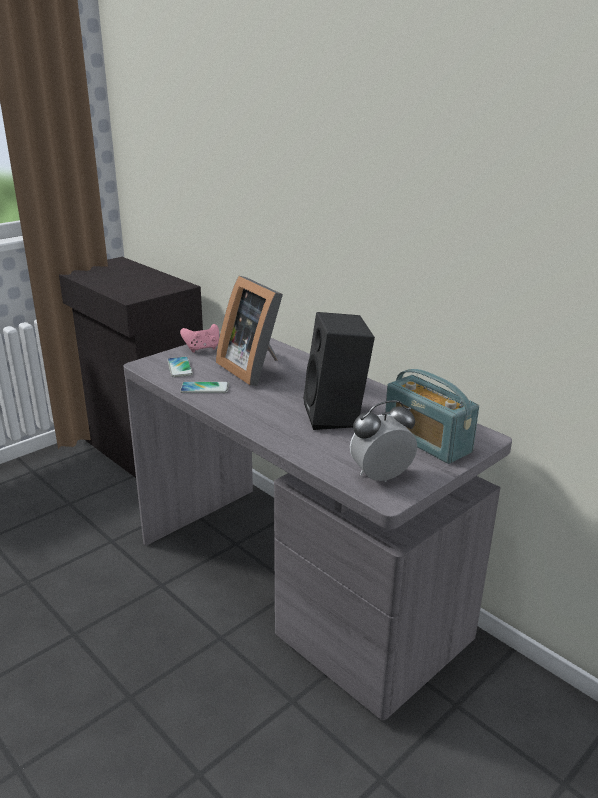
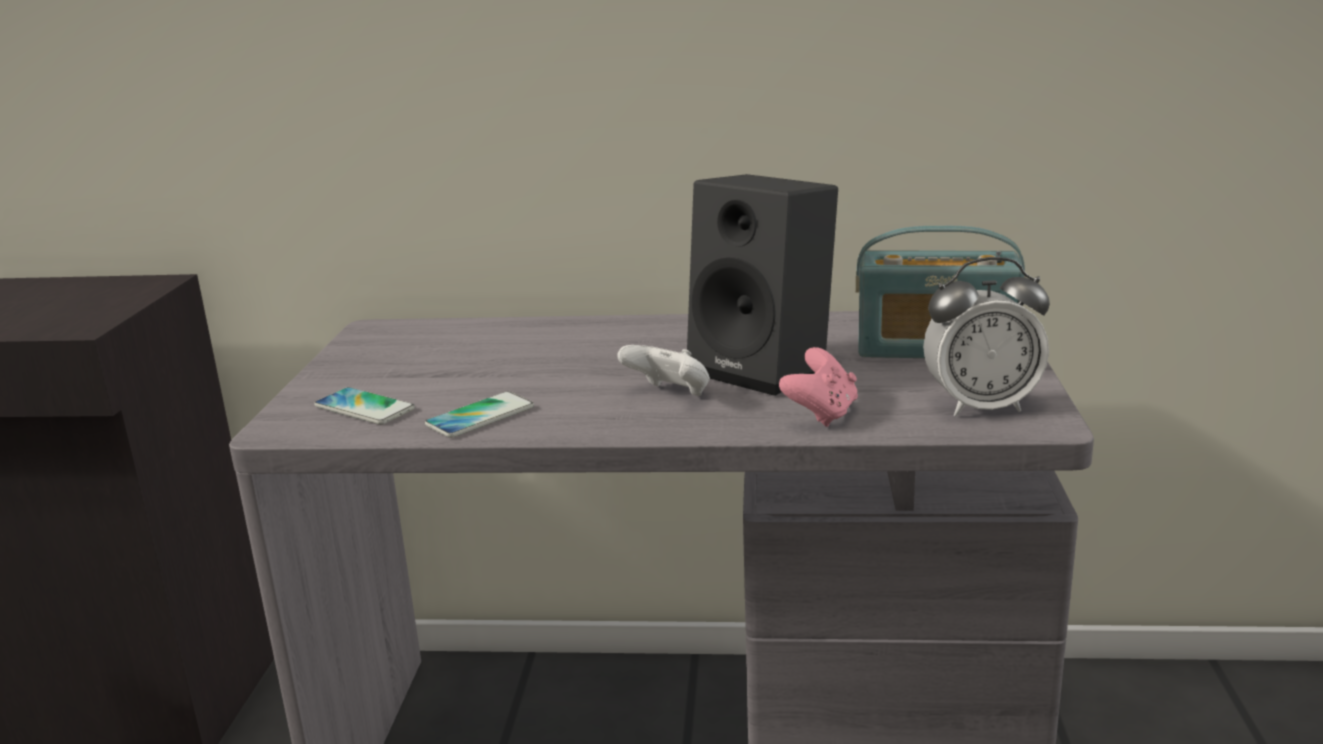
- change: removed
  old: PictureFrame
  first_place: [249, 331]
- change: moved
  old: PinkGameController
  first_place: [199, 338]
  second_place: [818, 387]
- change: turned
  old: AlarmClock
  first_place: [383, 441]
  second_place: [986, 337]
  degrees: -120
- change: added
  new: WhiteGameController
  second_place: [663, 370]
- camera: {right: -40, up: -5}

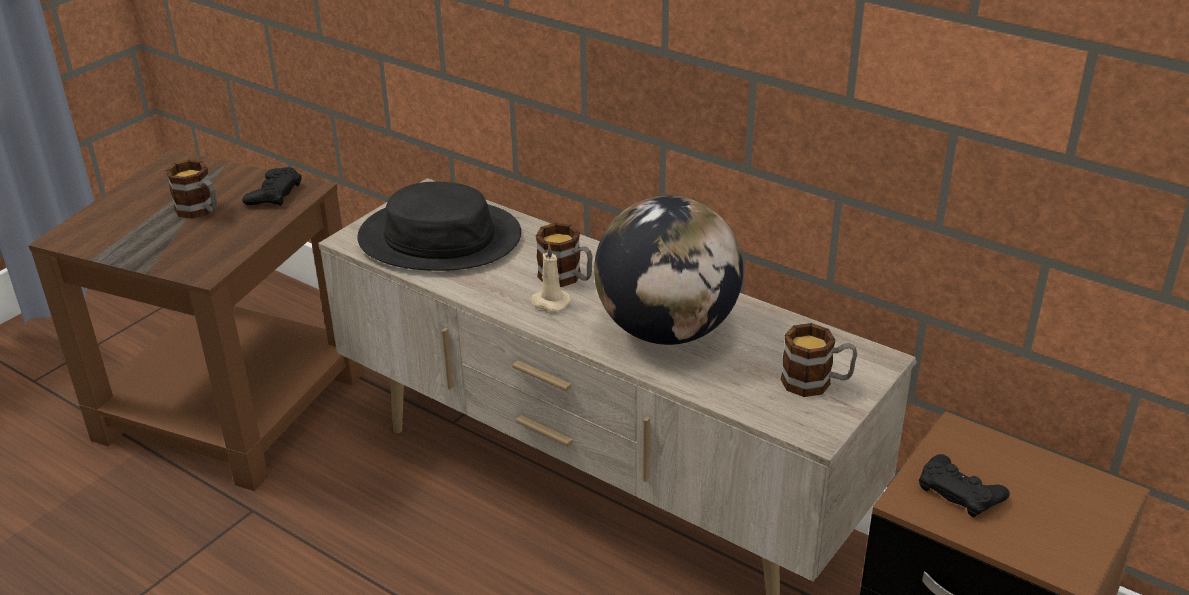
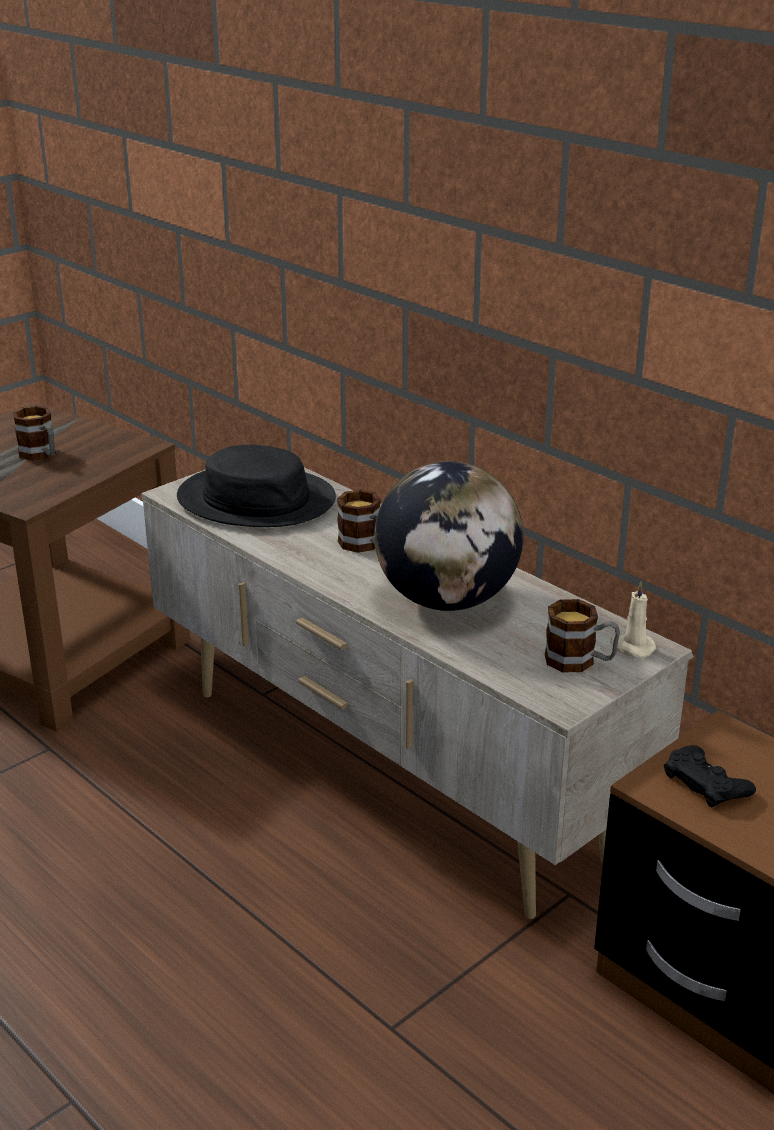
- change: removed
  old: BlackGameController
  first_place: [272, 186]
- change: moved
  old: BeigeCandle
  first_place: [550, 278]
  second_place: [633, 619]
- camera: {right: 10, up: -5}

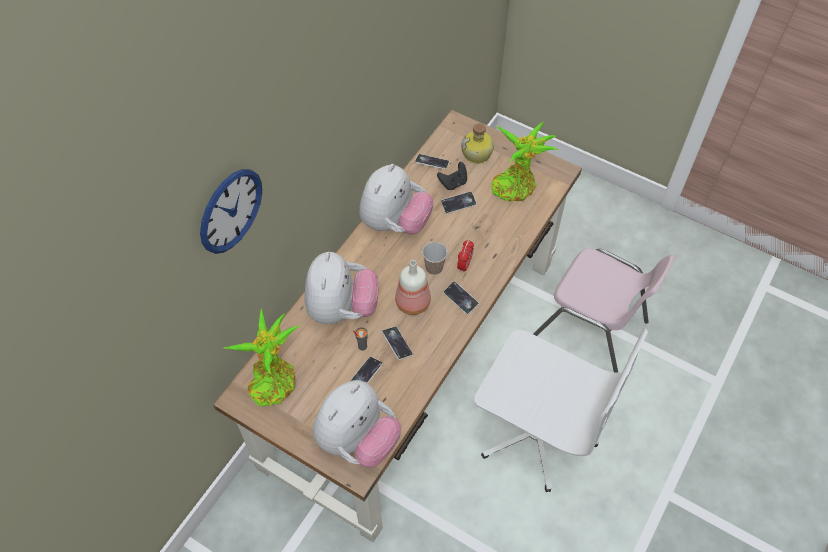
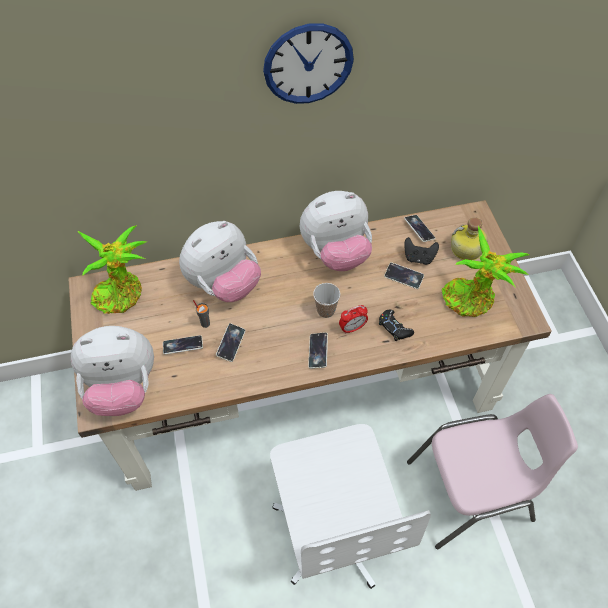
- change: moved
  old: WallClock
  first_place: [231, 211]
  second_place: [308, 63]
- change: turned
  old: PinkChair
  first_place: [604, 310]
  second_place: [492, 471]
  degrees: -90
- change: removed
  old: Bottle
  first_place: [413, 287]
- change: added
  new: BlackGameController
  second_place: [396, 325]
- camera: {right: 45, up: 0}

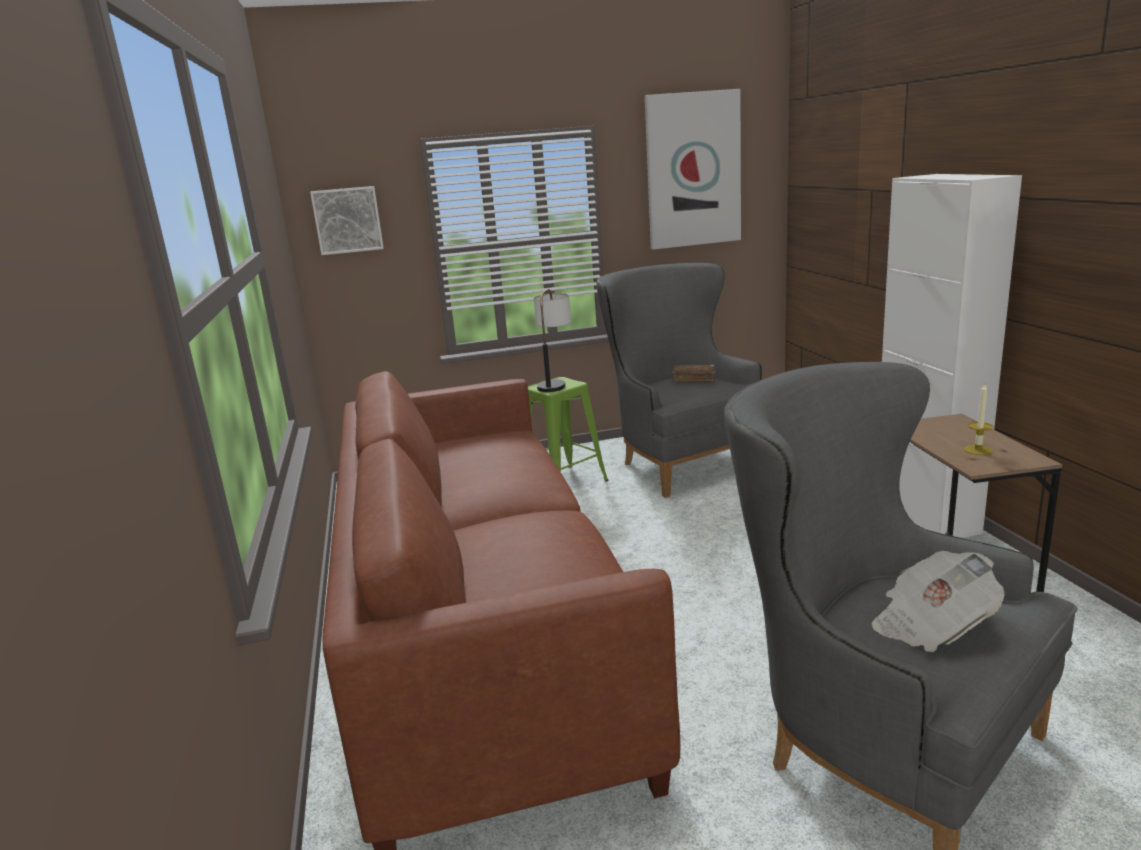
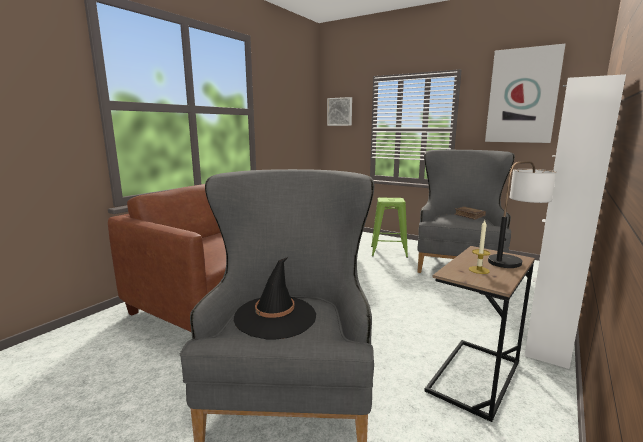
- change: moved
  old: TableLamp
  first_place: [552, 340]
  second_place: [522, 214]
- change: replaced
  old: Newspaper
  new: BlackHat
  first_place: [938, 601]
  second_place: [275, 298]
- camera: {right: 45, up: -5}

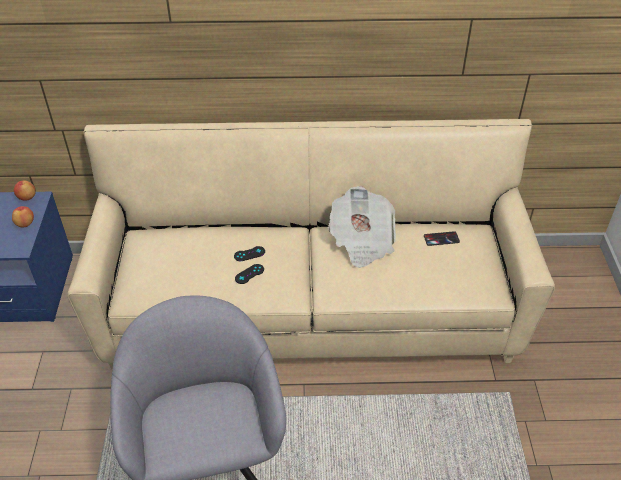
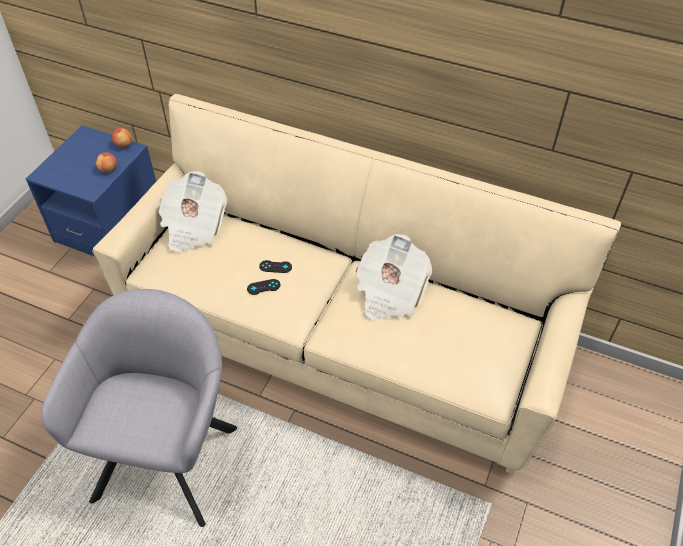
- change: removed
  old: Phone
  first_place: [442, 238]
- change: added
  new: Newspaper
  second_place: [192, 211]
- camera: {right: 25, up: 5}

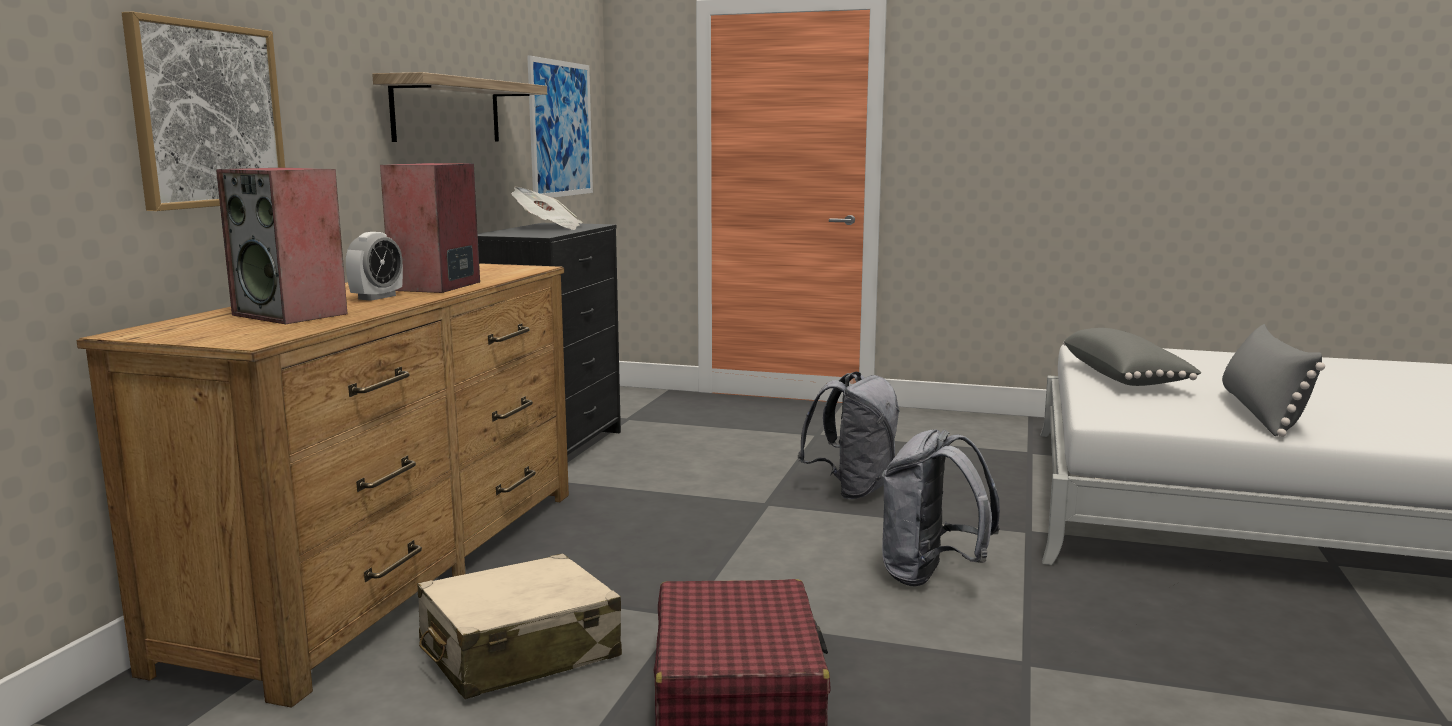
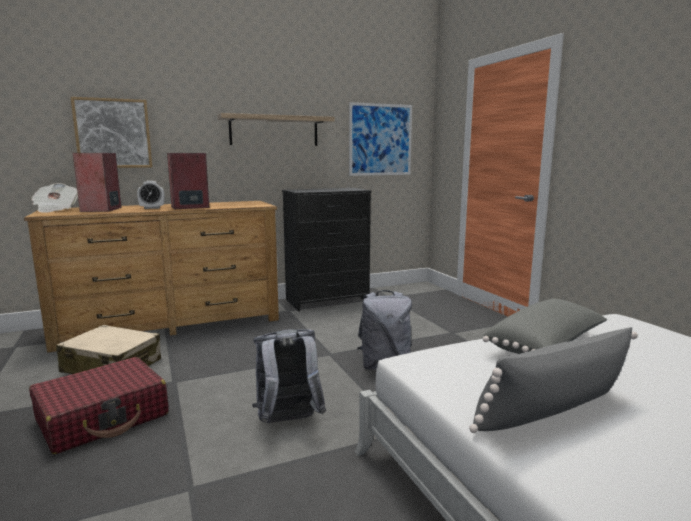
- change: moved
  old: Newspaper
  first_place: [546, 208]
  second_place: [54, 198]
- camera: {right: 50, up: 0}

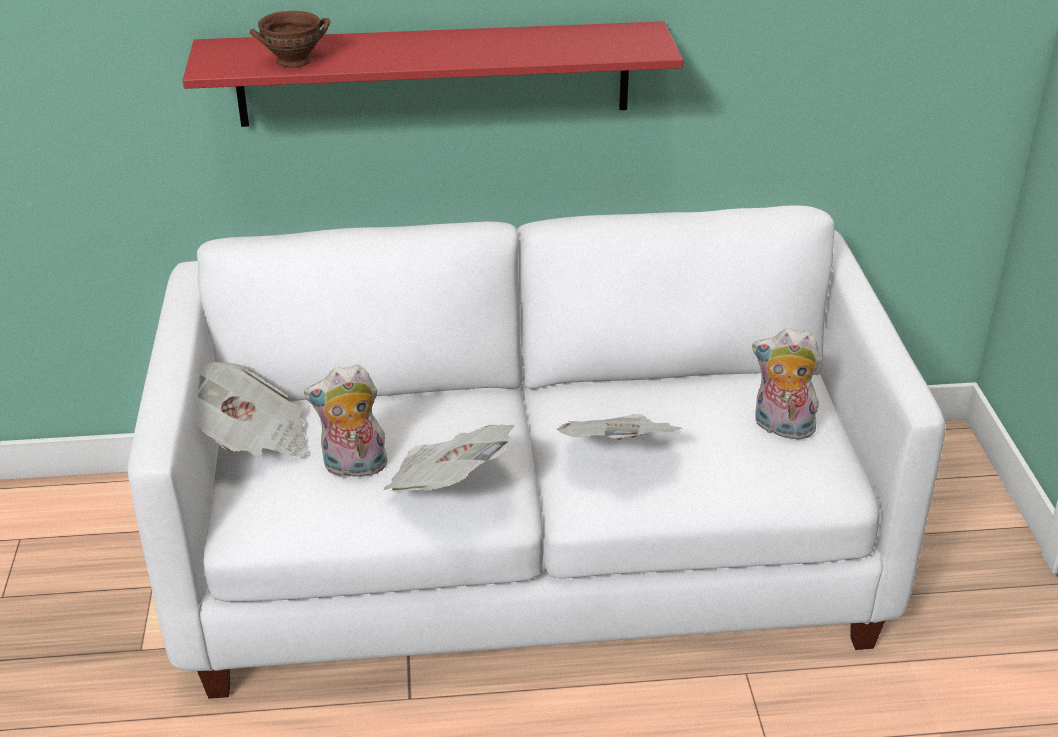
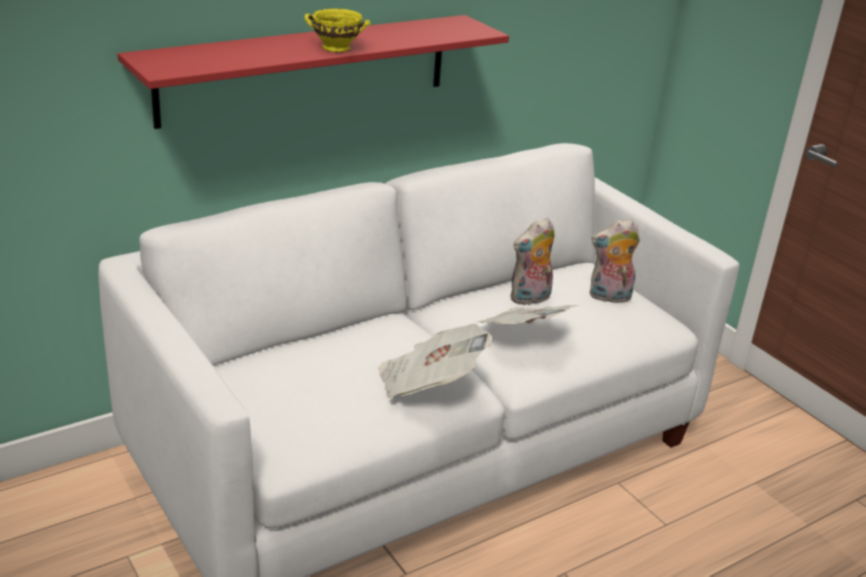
- change: removed
  old: BrownBowl
  first_place: [289, 39]
- change: removed
  old: Newspaper
  first_place: [252, 409]
- change: moved
  old: PlushToy
  first_place: [346, 420]
  second_place: [532, 261]
- change: added
  new: YellowBowl
  second_place: [337, 30]
- camera: {right: -30, up: -5}

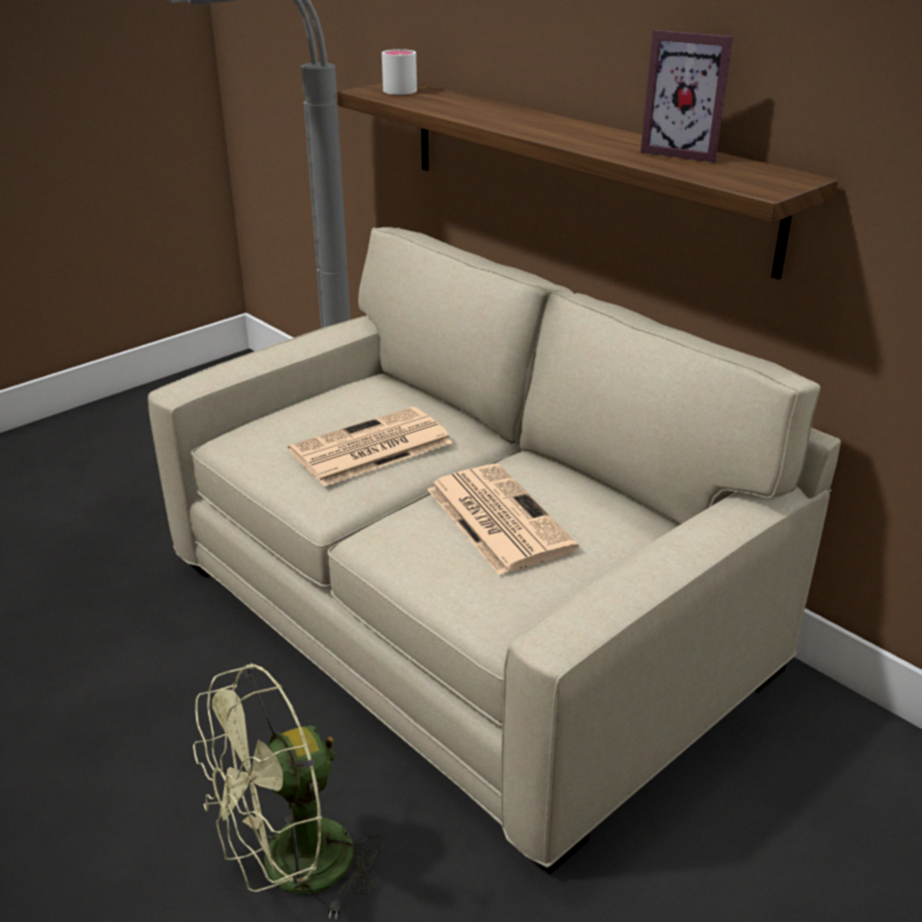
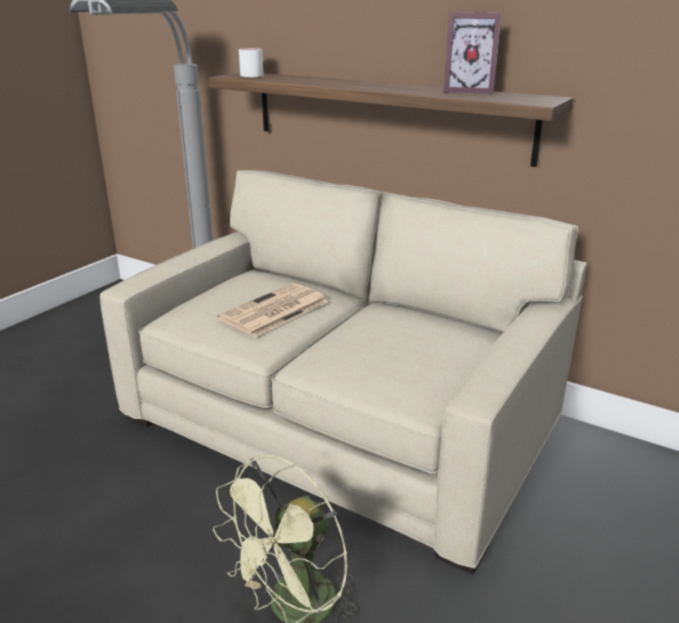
- change: removed
  old: Newspaper
  first_place: [503, 519]
- camera: {right: -15, up: -5}

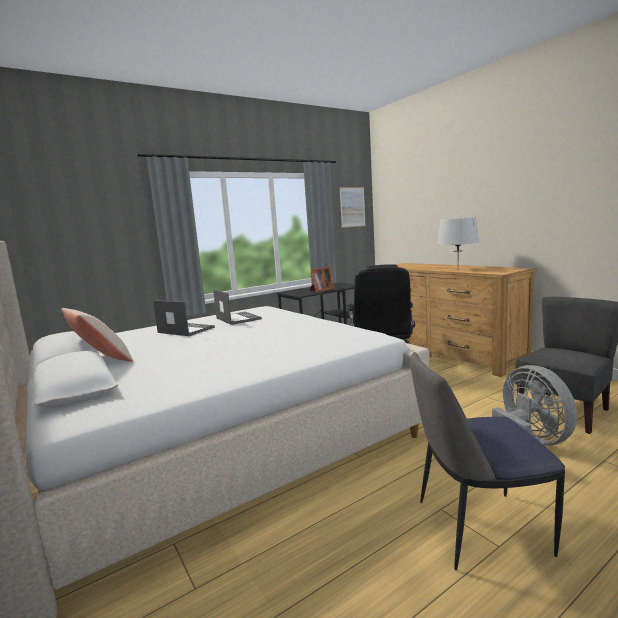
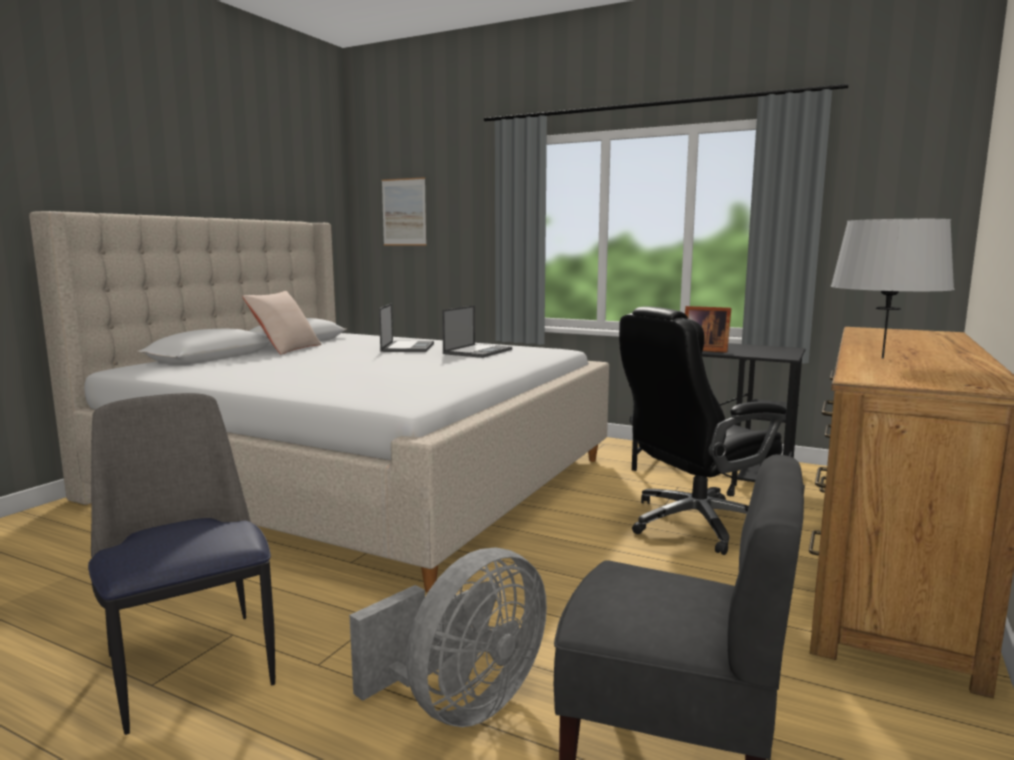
- change: moved
  old: Picture
  first_place: [352, 207]
  second_place: [404, 211]
- camera: {right: 60, up: 0}

